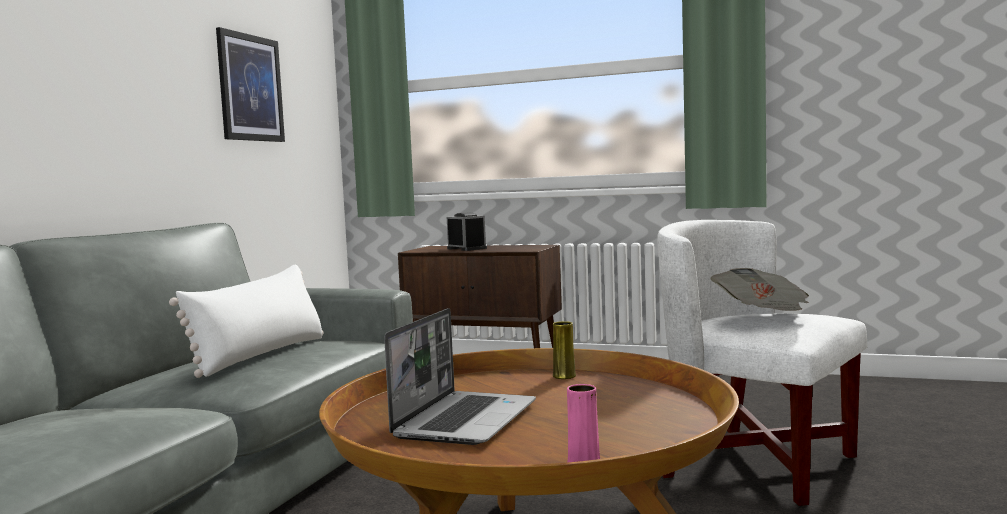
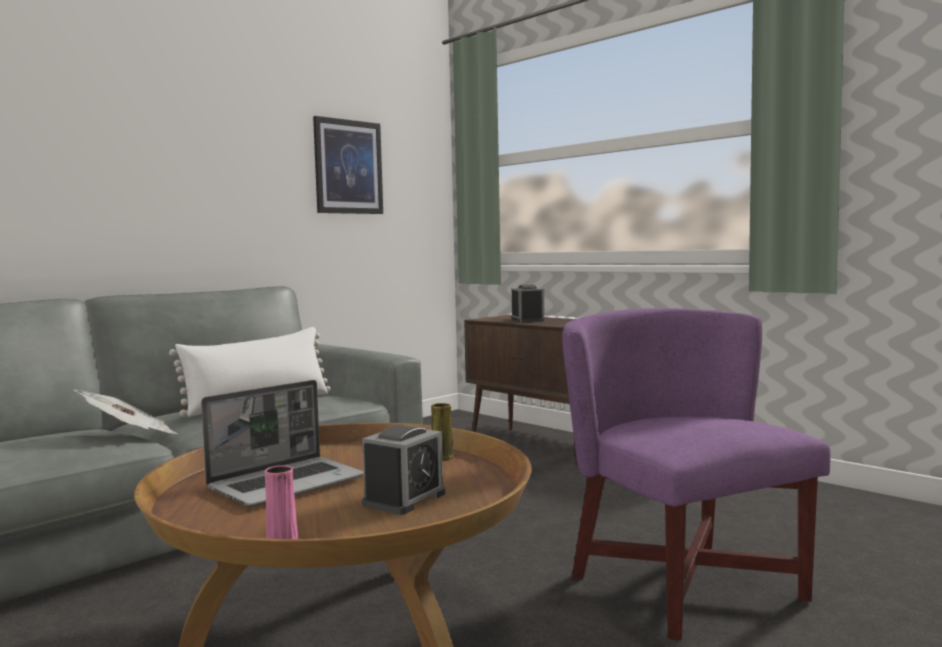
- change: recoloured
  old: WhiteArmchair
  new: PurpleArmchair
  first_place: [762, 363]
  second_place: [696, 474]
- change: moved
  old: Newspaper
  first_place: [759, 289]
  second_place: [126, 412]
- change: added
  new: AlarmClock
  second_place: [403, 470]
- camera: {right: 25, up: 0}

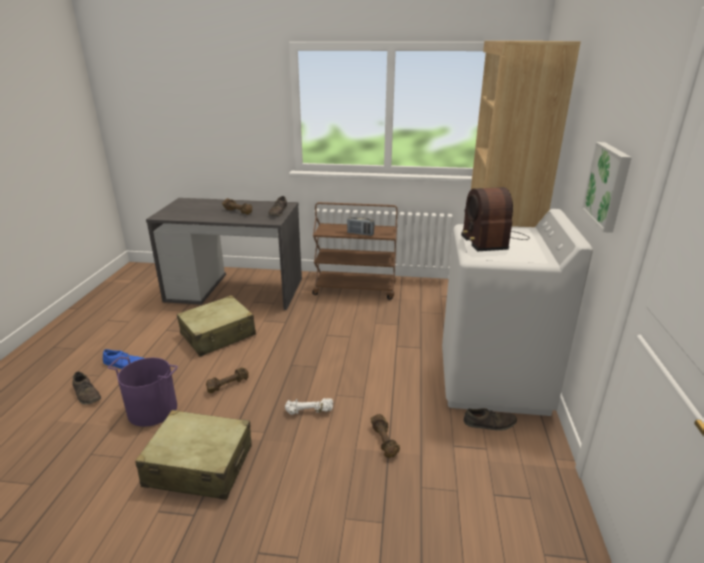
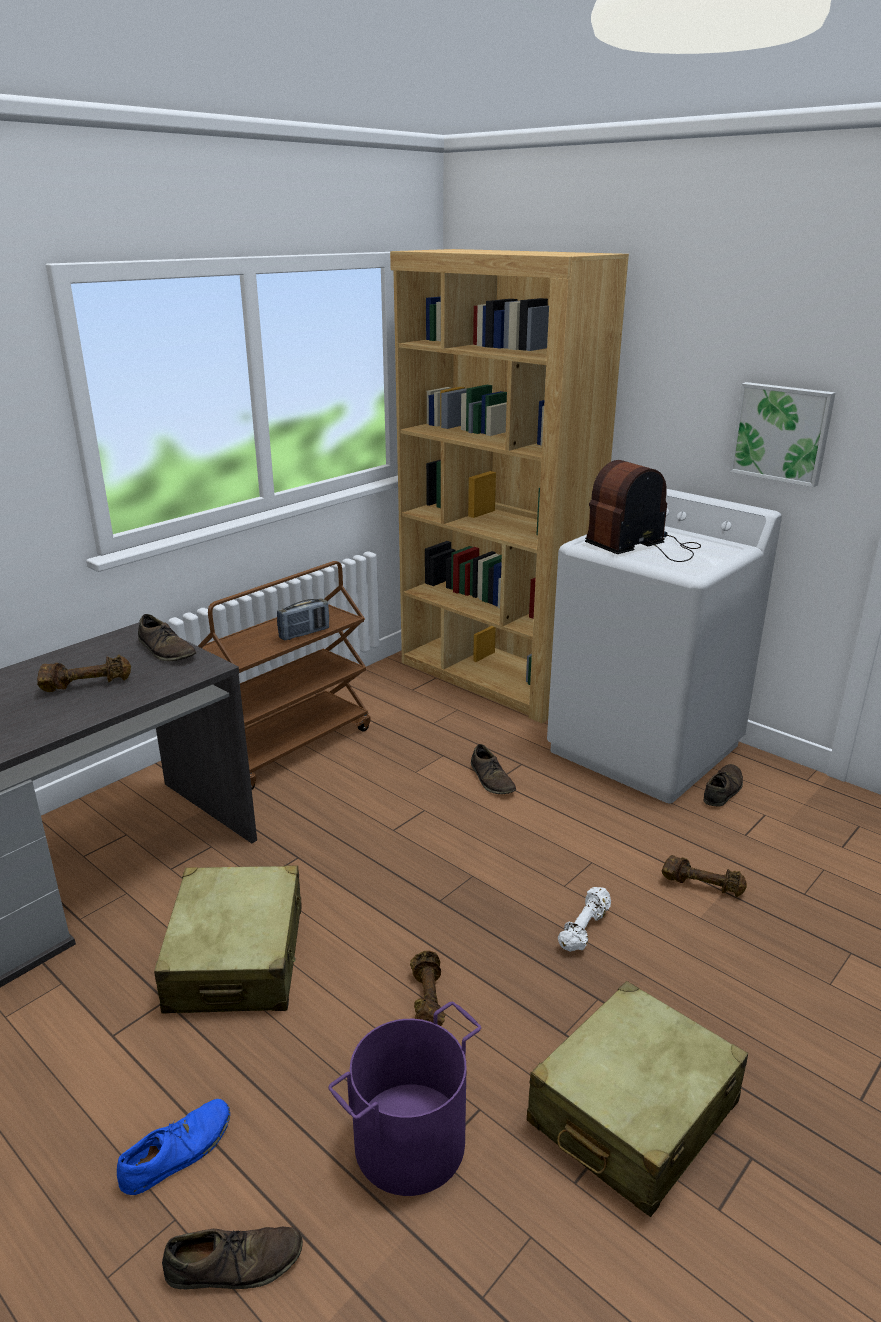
- change: turned
  old: Radio
  first_place: [495, 219]
  second_place: [643, 511]
  degrees: 120
- change: added
  new: BrownShoe
  second_place: [493, 769]
- camera: {right: -55, up: 0}

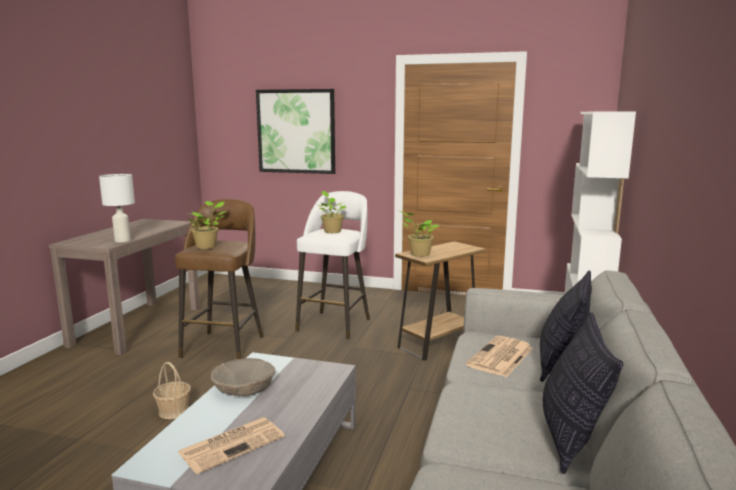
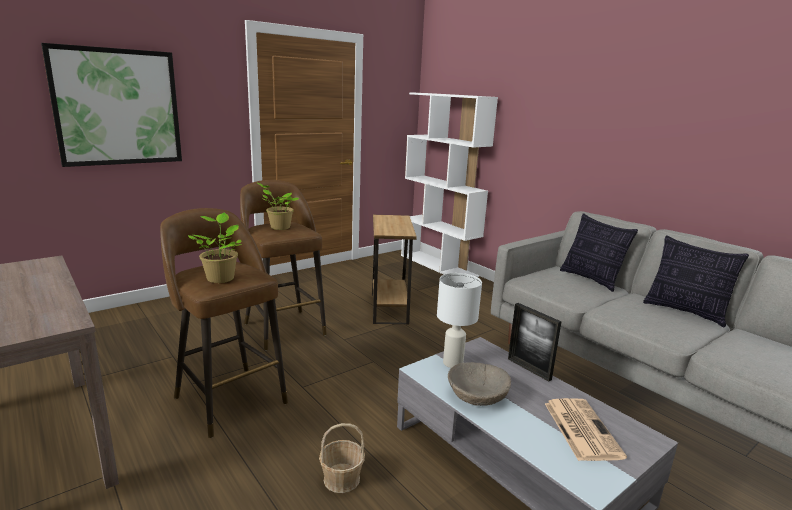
- change: moved
  old: WhiteTableLamp
  first_place: [117, 208]
  second_place: [459, 320]
- change: recoloured
  old: WhiteStool
  new: BrownStool
  first_place: [332, 265]
  second_place: [283, 265]
- change: removed
  old: PottedPlant
  first_place: [419, 234]
- change: removed
  old: Newspaper
  first_place: [499, 356]
- change: added
  new: PictureFrame
  second_place: [535, 342]
- camera: {right: -55, up: 5}

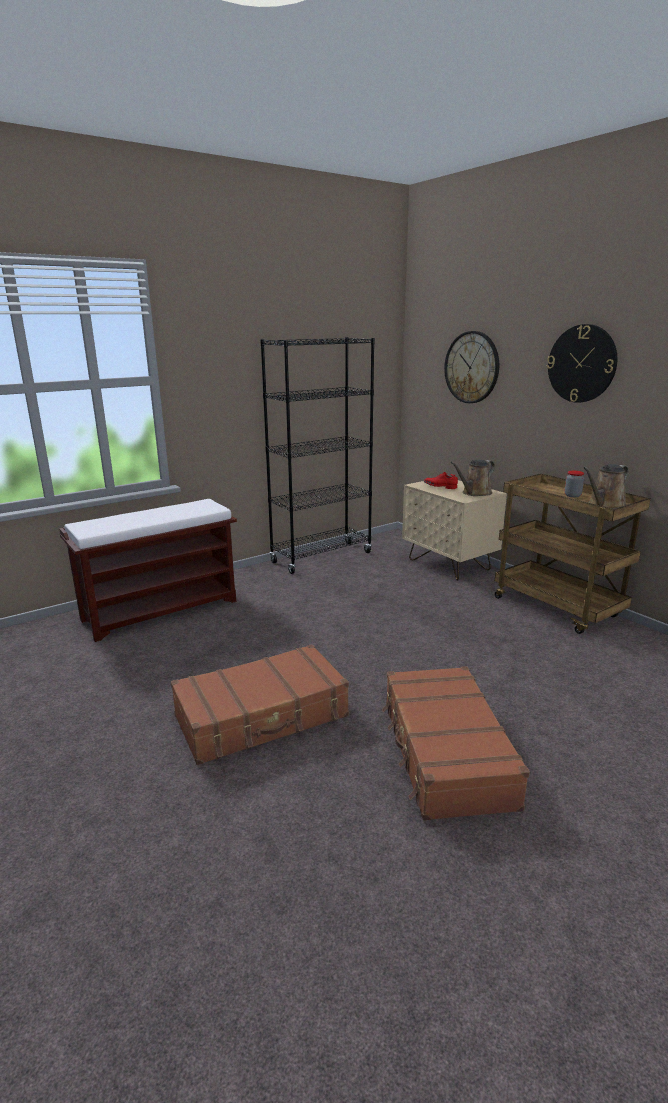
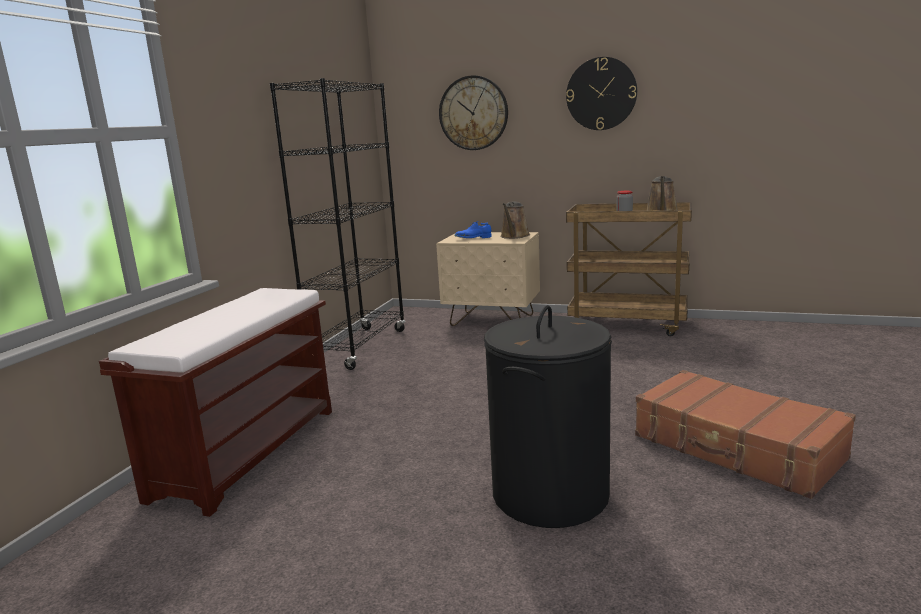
- change: recoloured
  old: RedShoe
  new: BlueShoe
  first_place: [441, 480]
  second_place: [473, 229]
- change: replaced
  old: BrownSuitcase
  new: BlackLaundryBasket
  first_place: [260, 704]
  second_place: [548, 416]
- camera: {right: -35, up: -5}

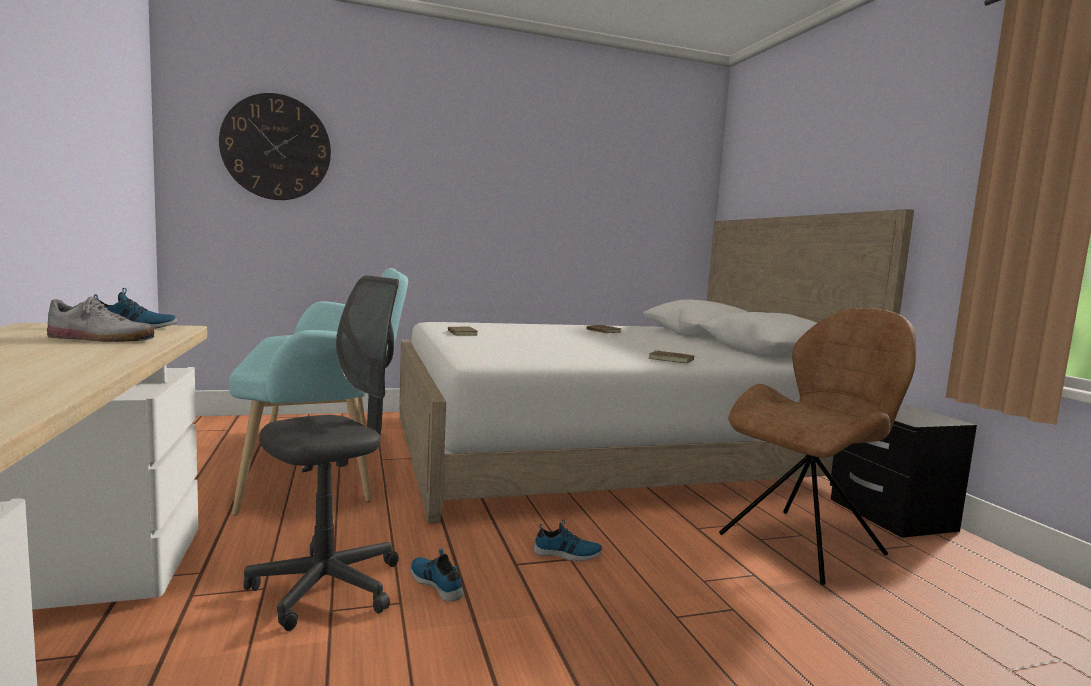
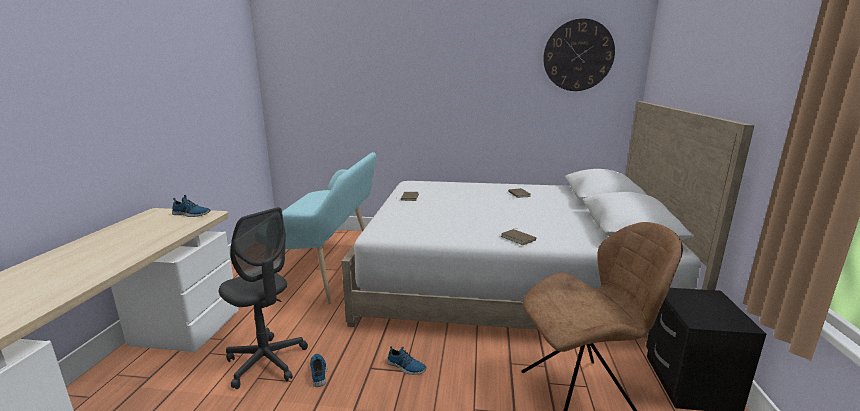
- change: moved
  old: WallClock
  first_place: [275, 146]
  second_place: [579, 54]
- change: turned
  old: GreyOfficeChair
  first_place: [321, 453]
  second_place: [263, 298]
  degrees: 60
- change: removed
  old: Shoe
  first_place: [101, 319]
- camera: {right: 25, up: 10}

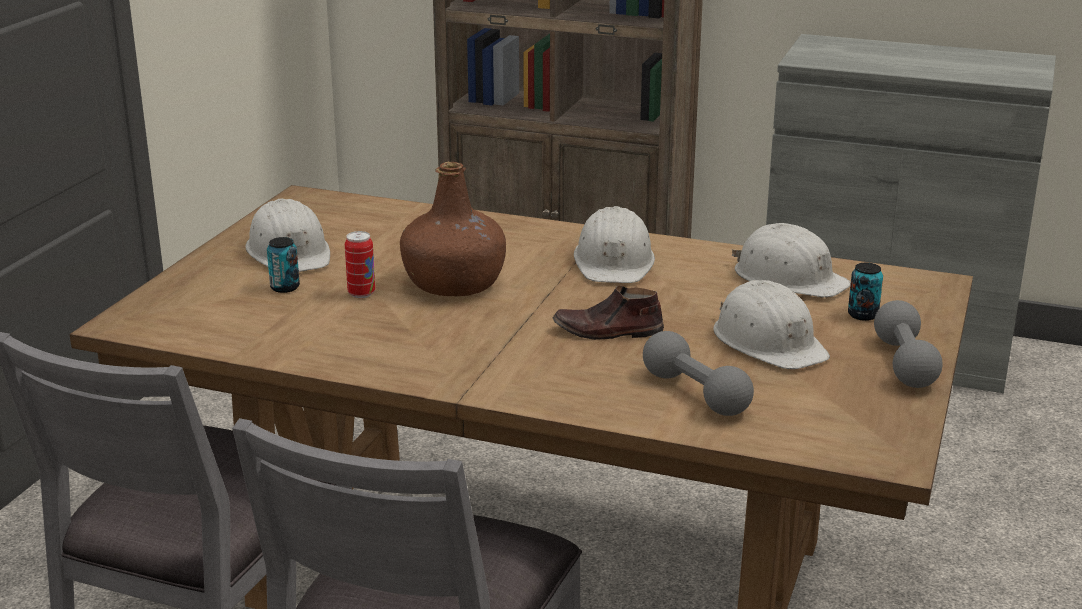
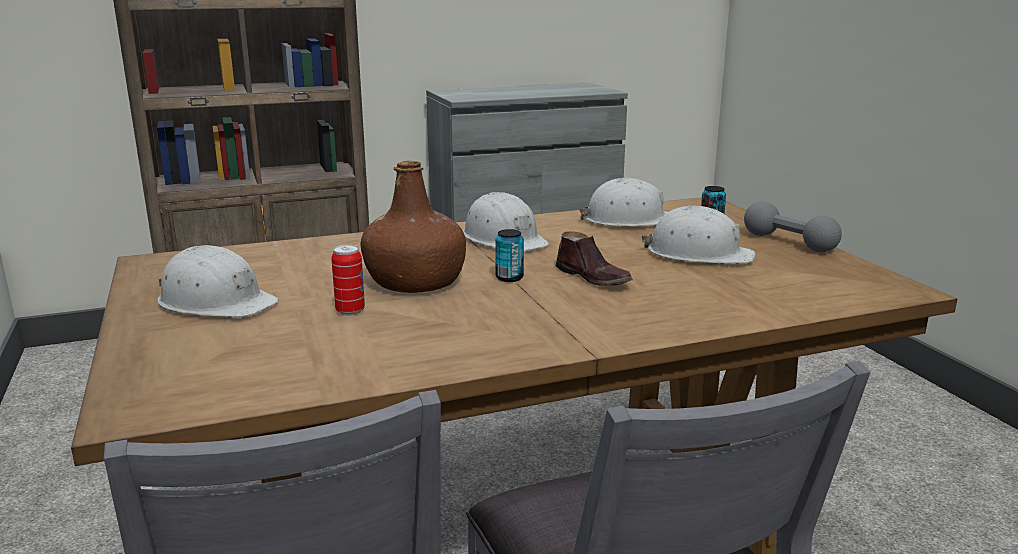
- change: moved
  old: Can
  first_place: [283, 265]
  second_place: [509, 255]
- change: turned
  old: BrownShoe
  first_place: [608, 313]
  second_place: [594, 258]
  degrees: -90
- change: removed
  old: GreyDumbbell
  first_place: [698, 373]
- camera: {right: -40, up: -5}

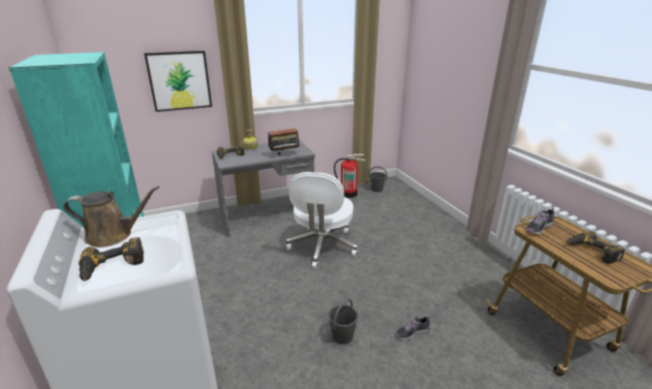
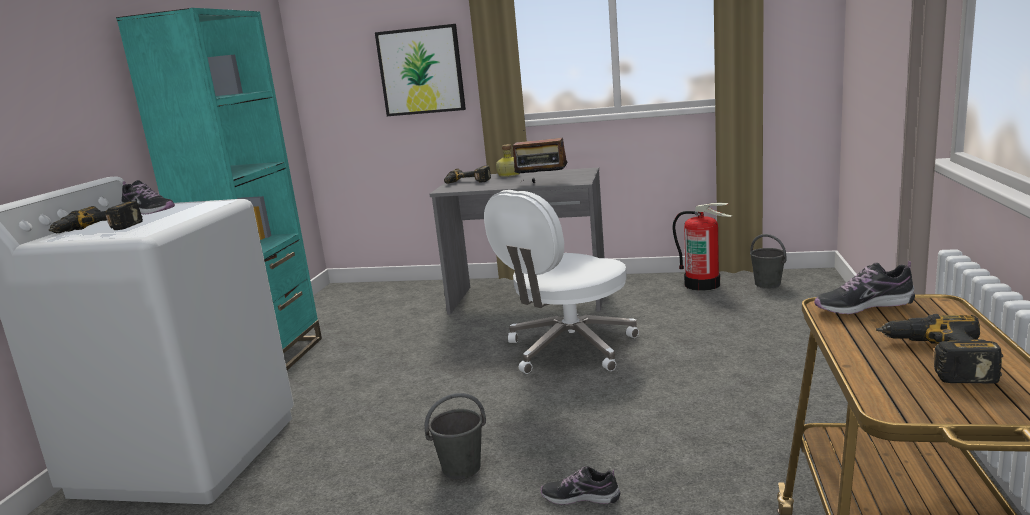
- change: replaced
  old: BrownWateringCan
  new: Shoe
  first_place: [111, 217]
  second_place: [148, 197]
- camera: {right: 35, up: -10}

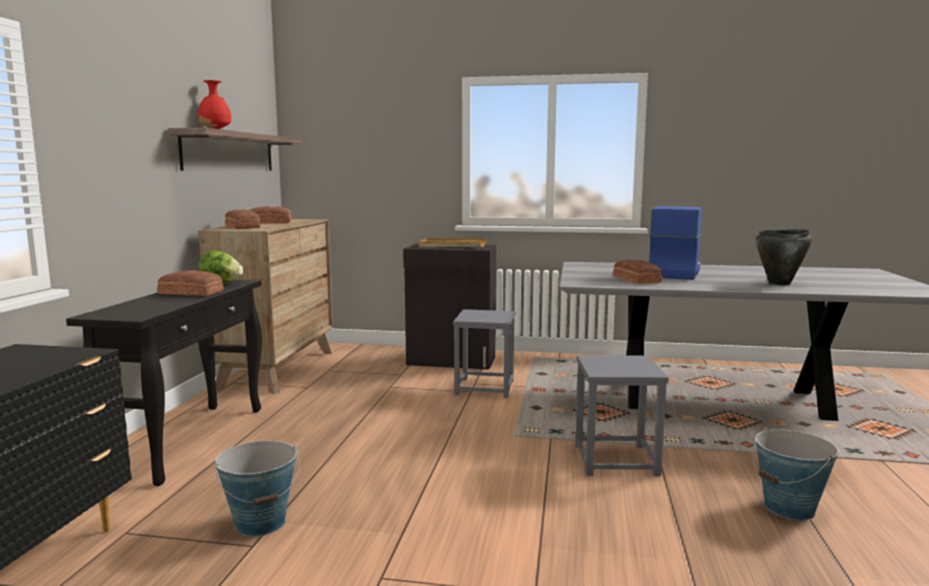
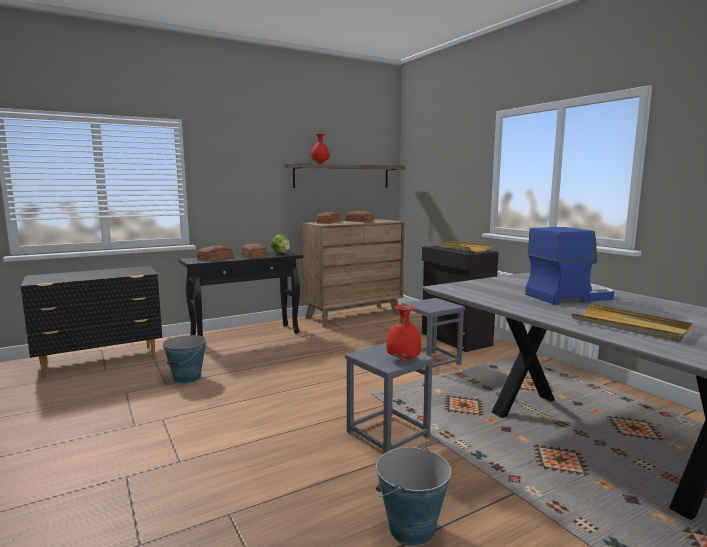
- change: replaced
  old: BlackCookingPot
  new: BeigeTray
  first_place: [784, 257]
  second_place: [632, 323]
- change: moved
  old: Bread
  first_place: [637, 271]
  second_place: [215, 253]
- change: added
  new: RedVase
  second_place: [403, 333]
- camera: {right: 50, up: 0}

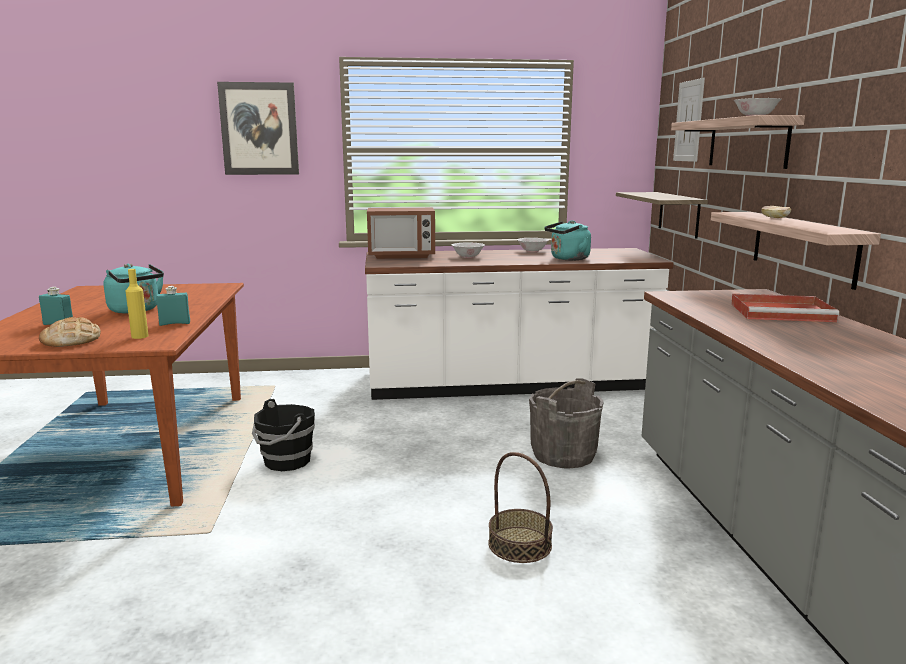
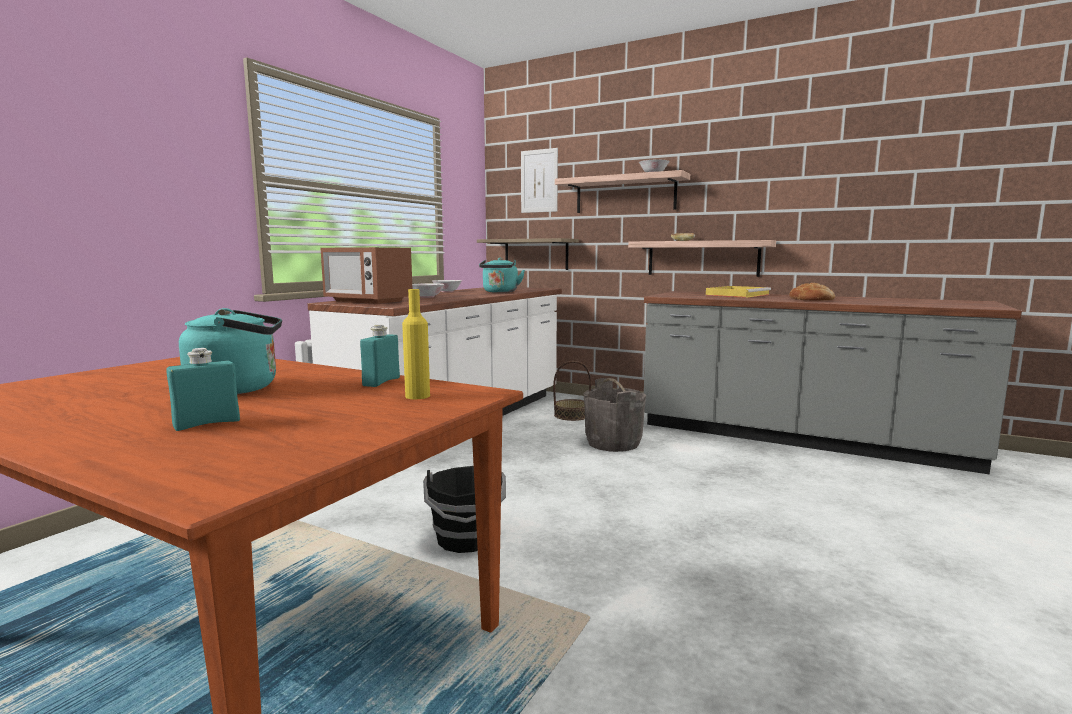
- change: removed
  old: Picture
  first_place: [258, 128]
- change: turned
  old: Microwave
  first_place: [401, 233]
  second_place: [366, 275]
  degrees: 90
- change: recoloured
  old: RedTray
  new: YellowTray
  first_place: [785, 308]
  second_place: [738, 292]
- change: moved
  old: Bread
  first_place: [70, 332]
  second_place: [812, 292]
- change: moved
  old: Basket
  first_place: [520, 507]
  second_place: [572, 391]
- camera: {right: -55, up: -5}

